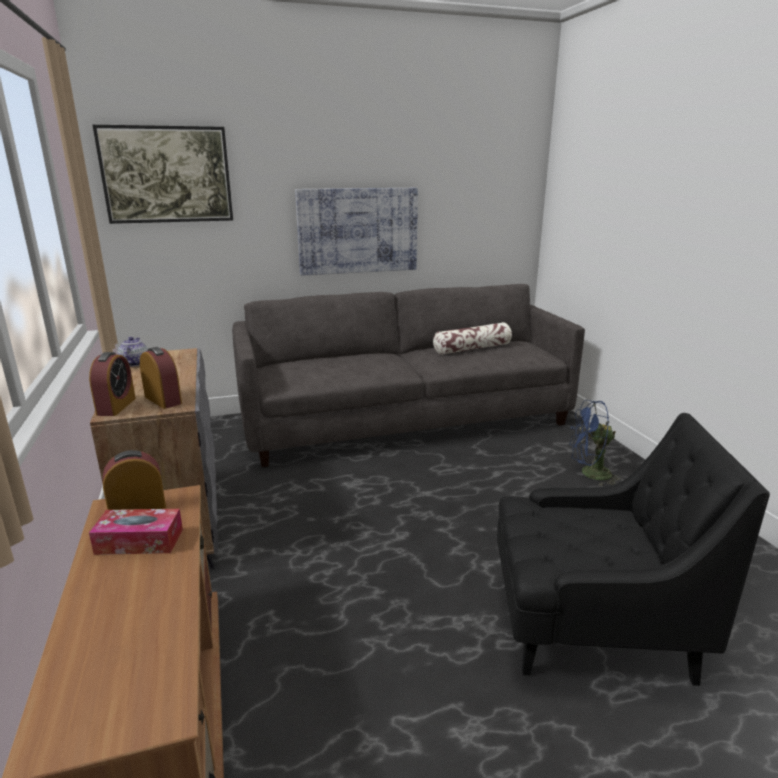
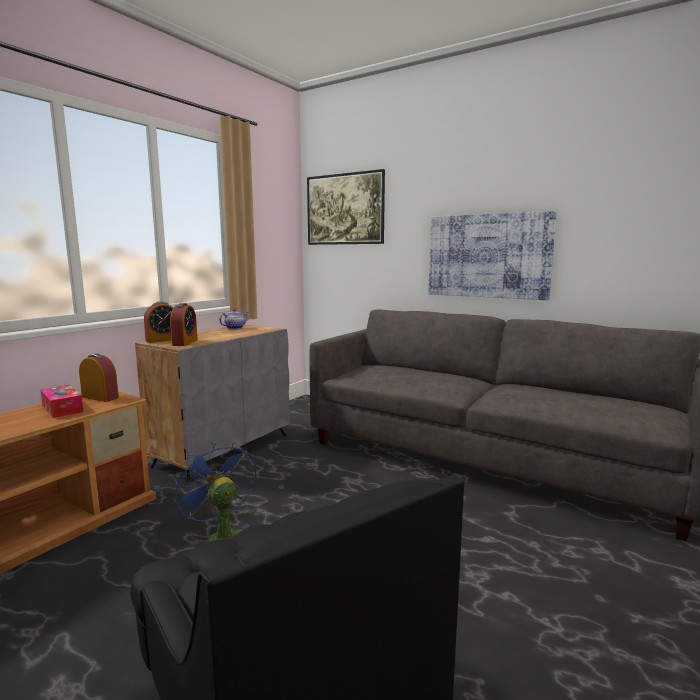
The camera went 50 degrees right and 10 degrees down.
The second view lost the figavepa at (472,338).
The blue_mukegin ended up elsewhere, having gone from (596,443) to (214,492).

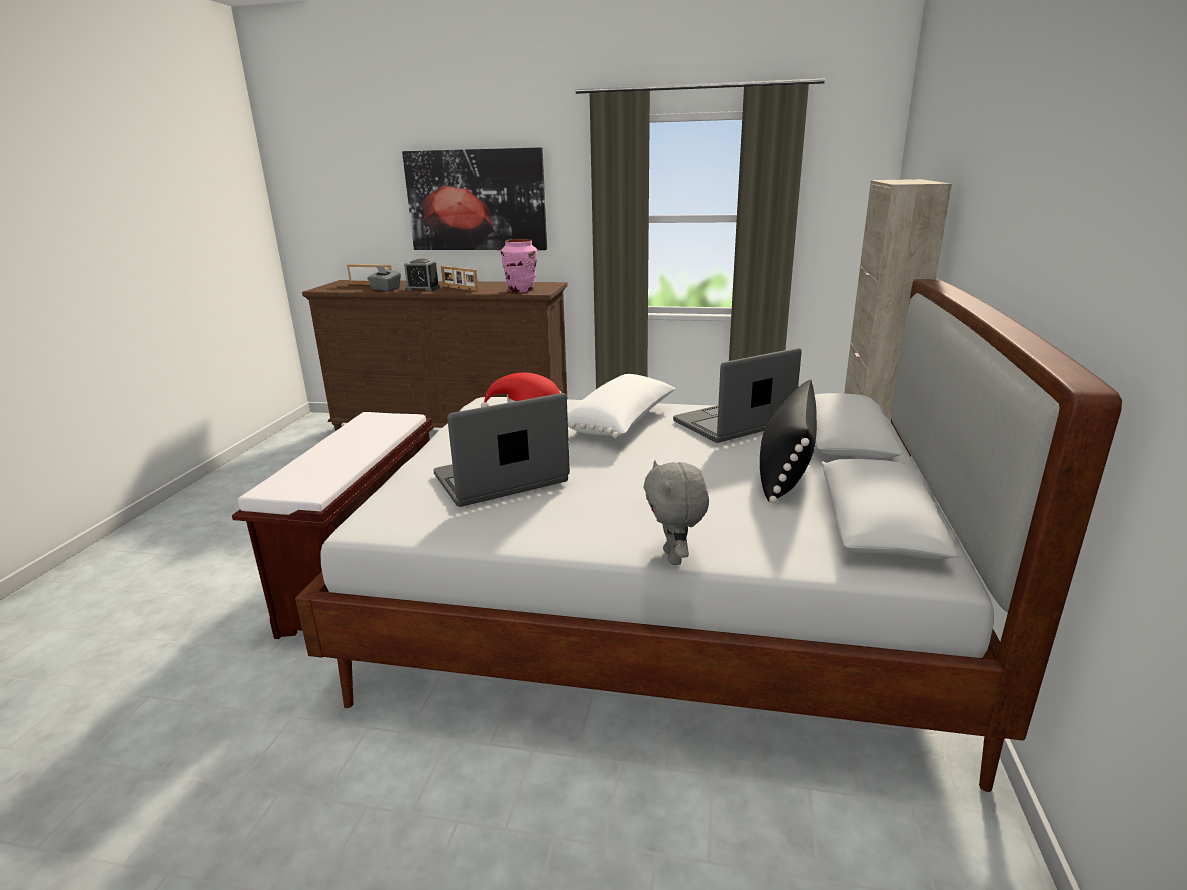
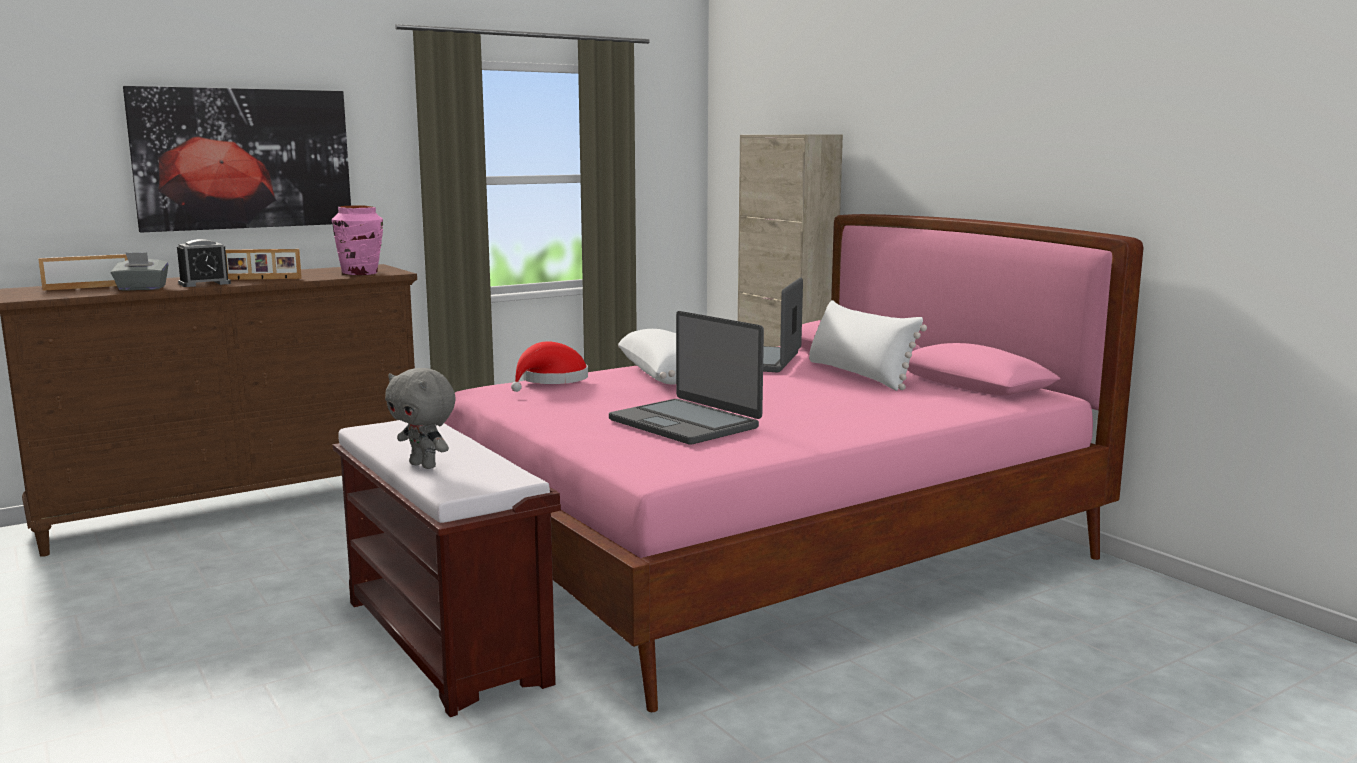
The camera went 45 degrees left and 10 degrees down.
The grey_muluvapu ended up elsewhere, having gone from (676,513) to (420,418).
What was the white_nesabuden at (708,535) turned into the pink_nesabuden at (794,463).
What was the black_figavepa at (788,441) turned into the white_figavepa at (868,345).
The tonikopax at (501,450) ended up facing another way, 60 degrees counterclockwise from before.

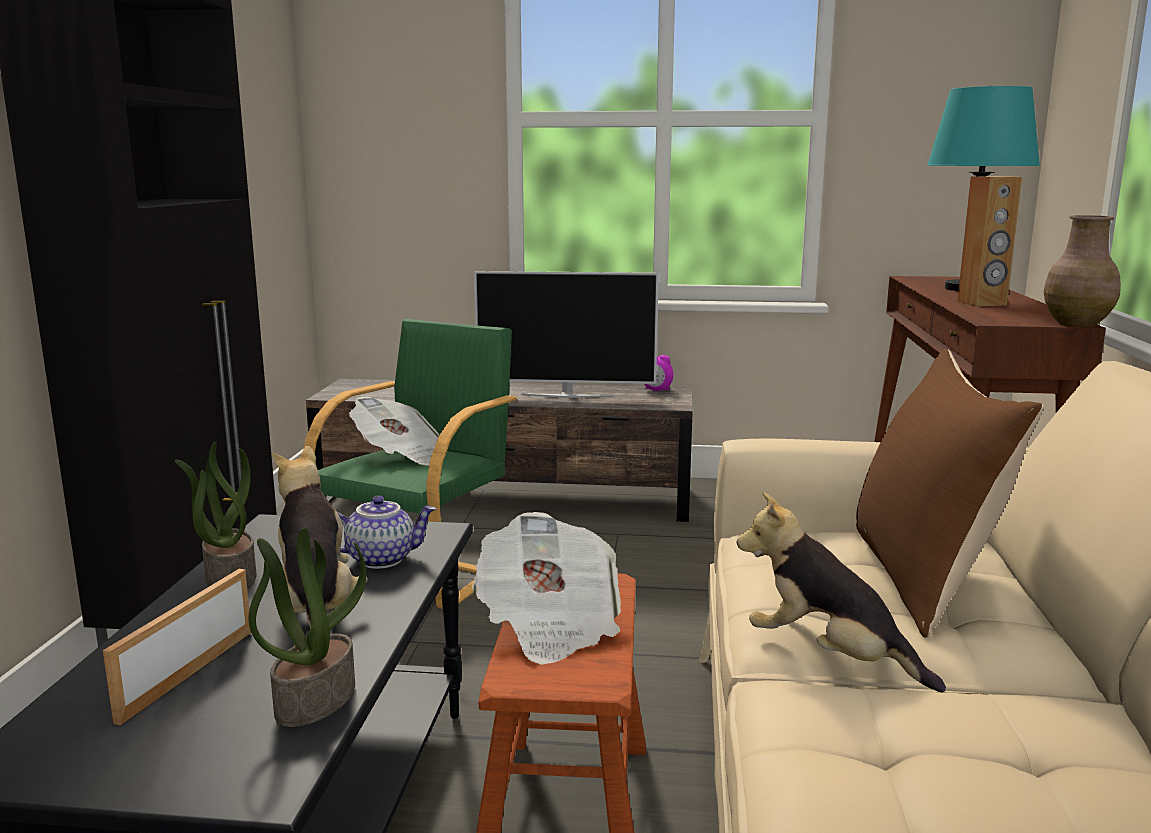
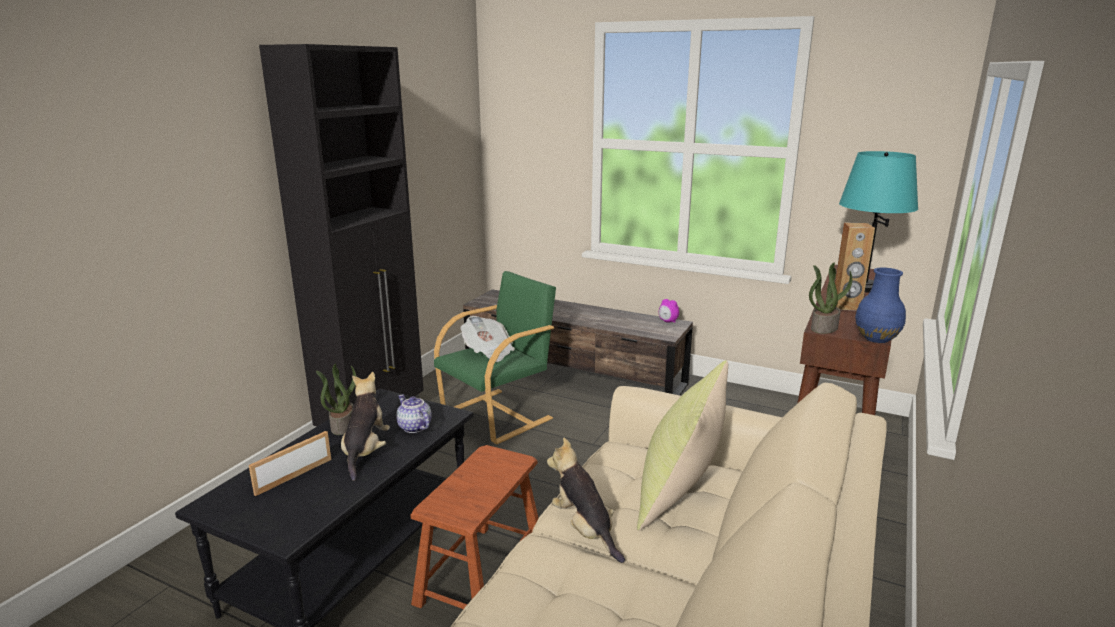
The camera went 20 degrees right and 5 degrees up.
The second view lost the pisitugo at (546,588).
The second view lost the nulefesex at (566,334).
The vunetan ended up elsewhere, having gone from (307,627) to (830,298).
What was the brown_figavepa at (950,493) turned into the yellow_figavepa at (682,445).
What was the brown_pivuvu at (1082,271) turned into the blue_pivuvu at (880,305).
The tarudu at (387,532) ended up facing another way, 135 degrees counterclockwise from before.

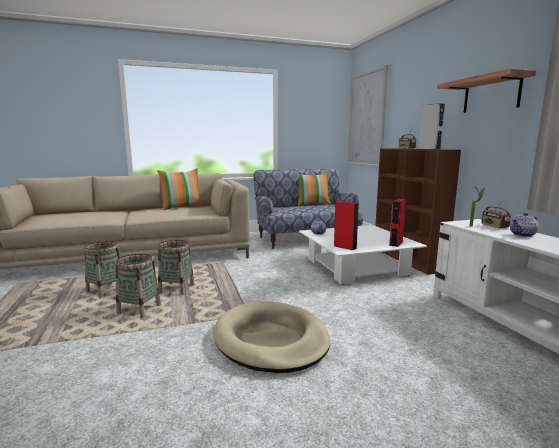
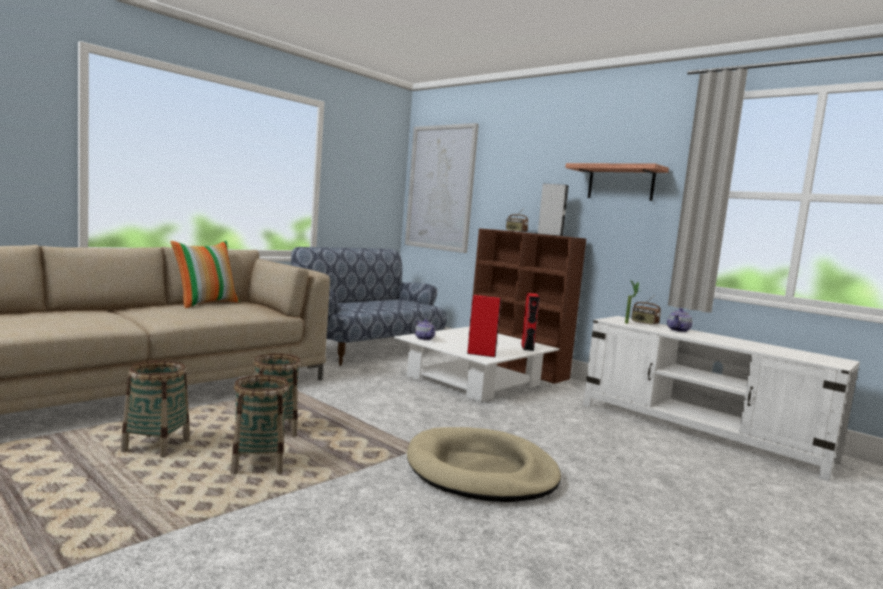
The camera went 30 degrees left and 5 degrees down.
The second view lost the figavepa at (314,189).

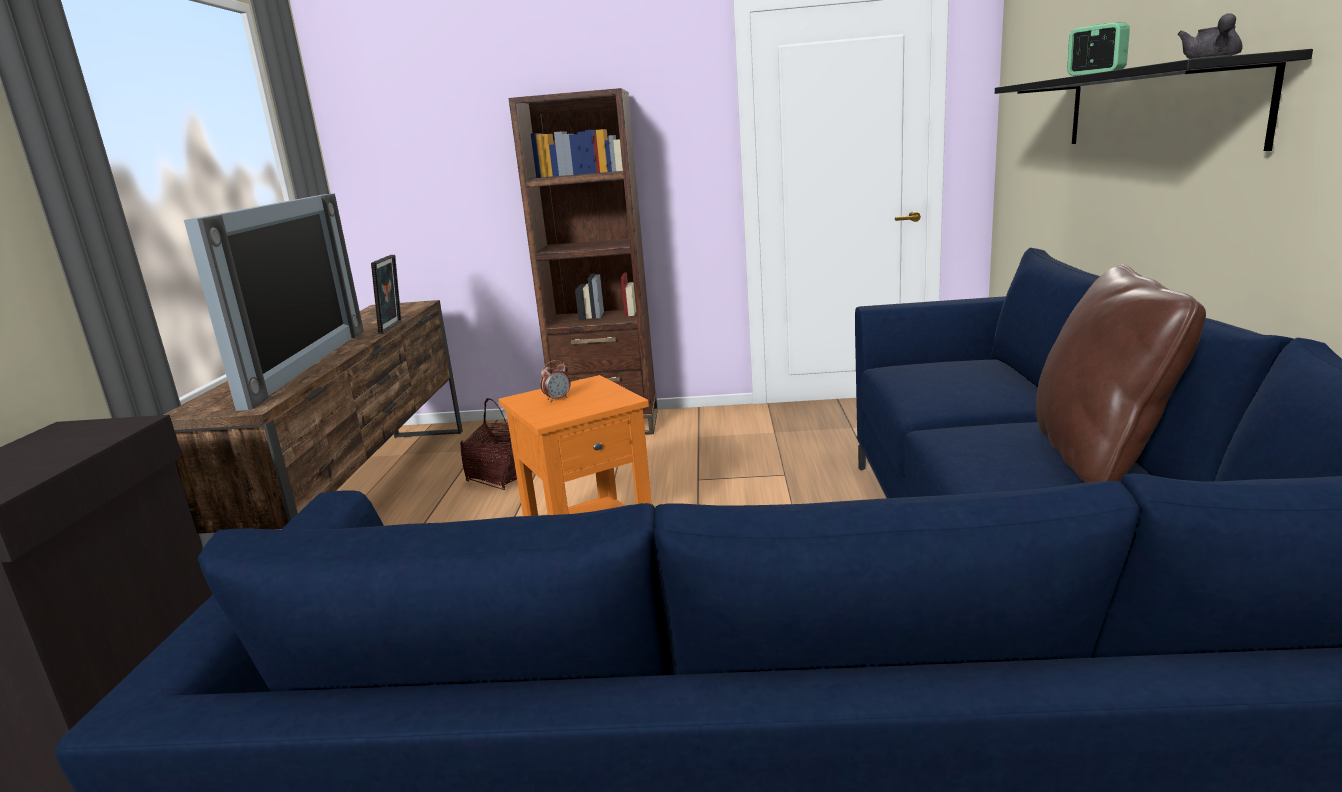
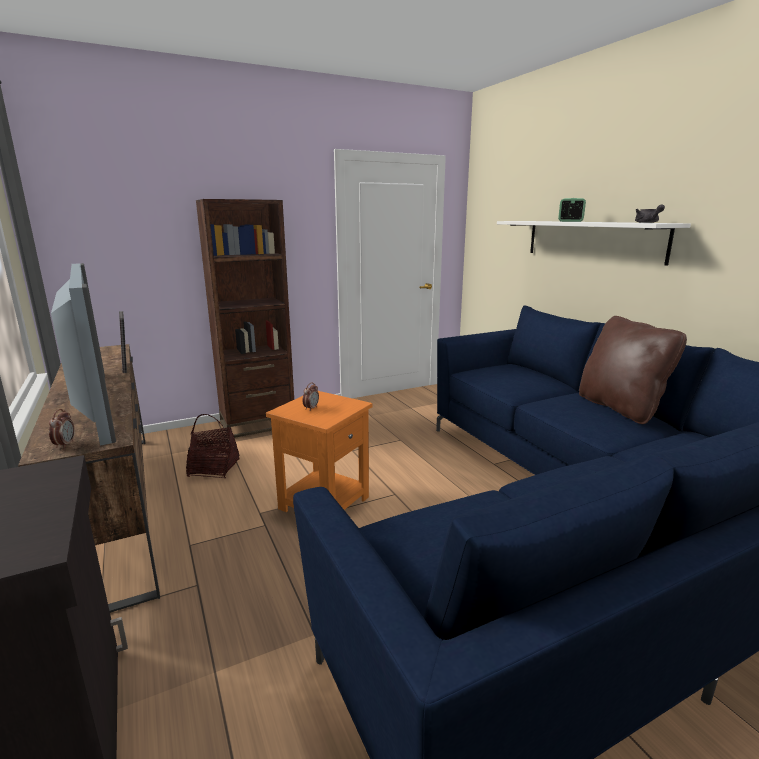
The camera went 30 degrees left and 0 degrees up.
The second view gained the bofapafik at (62,429).
What was the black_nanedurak at (1154,100) turned into the white_nanedurak at (594,243).

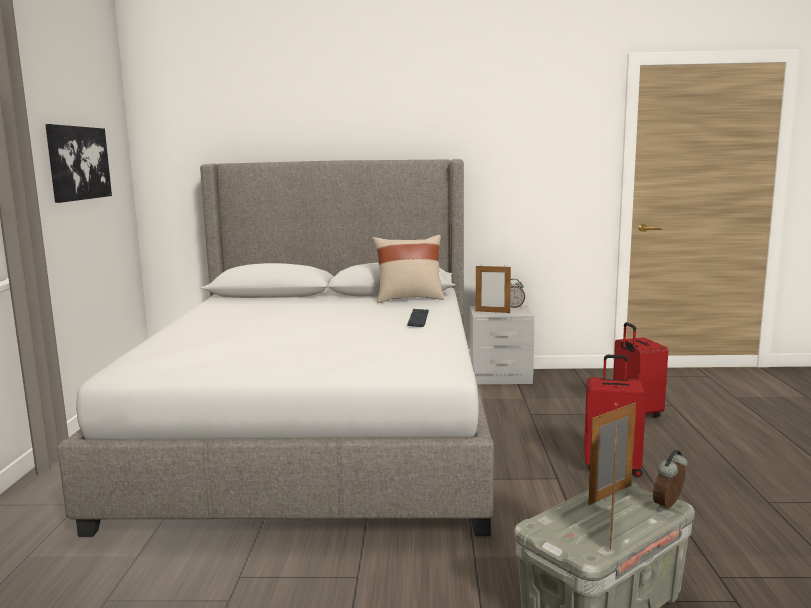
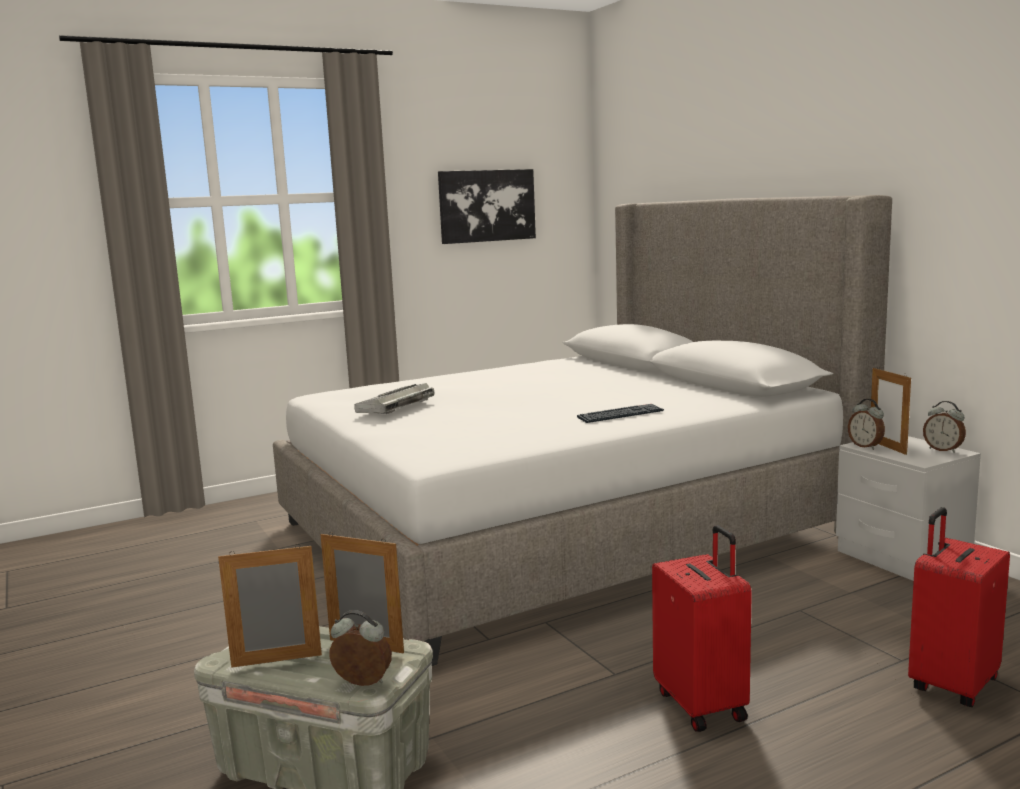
The camera went 60 degrees right and 0 degrees up.
The second view lost the beige_figavepa at (408,269).
The second view gained the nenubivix at (394,398).
The second view gained the bofapafik at (866,424).

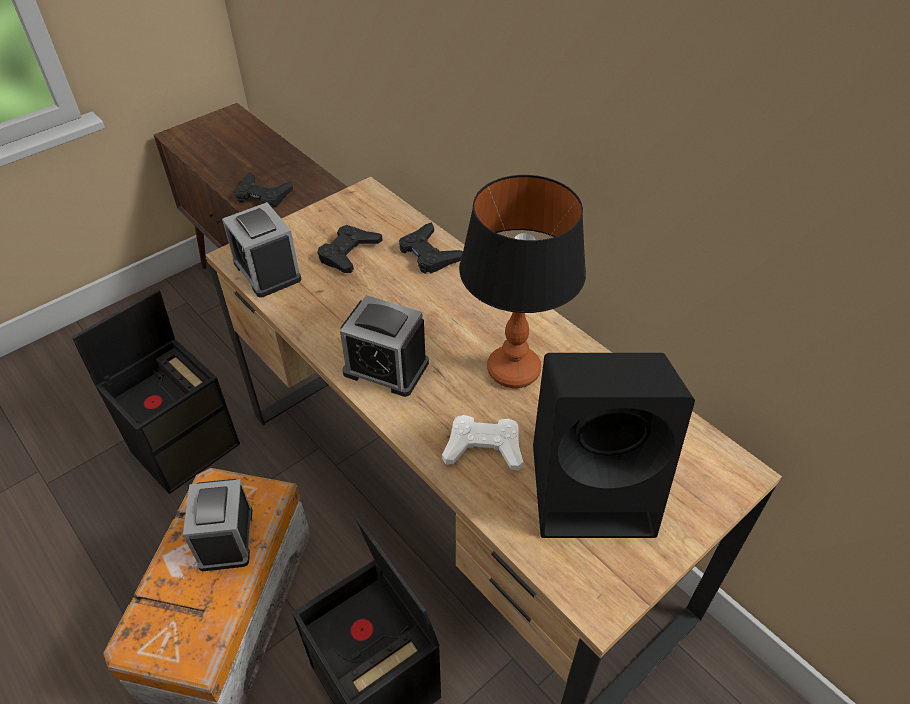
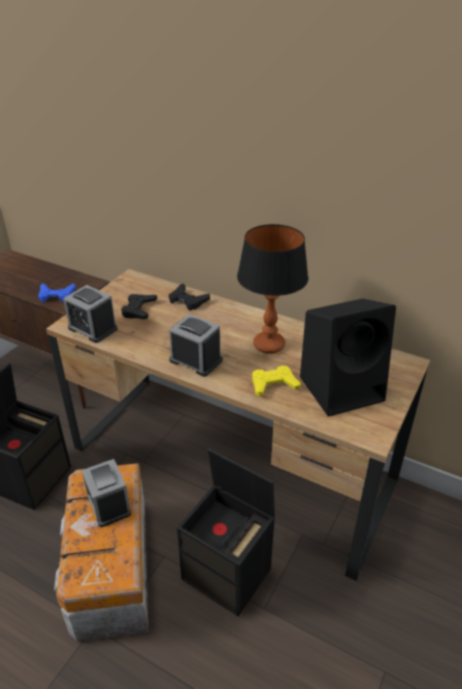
The camera went 20 degrees left and 10 degrees down.
What was the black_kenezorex at (263,189) turned into the blue_kenezorex at (57,292).
What was the white_kenezorex at (482,443) turned into the yellow_kenezorex at (276,381).
The bofapafik at (384,346) ended up facing another way, 150 degrees counterclockwise from before.

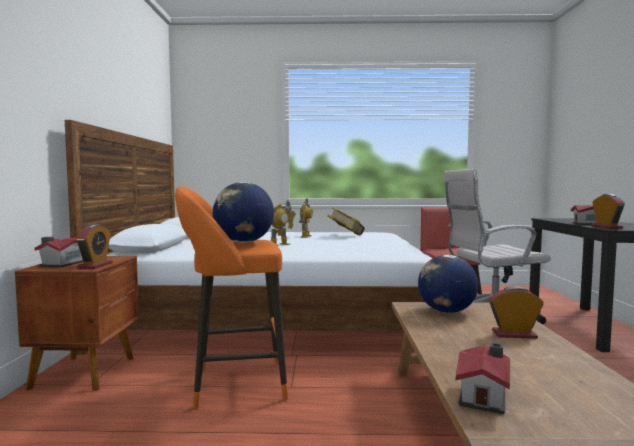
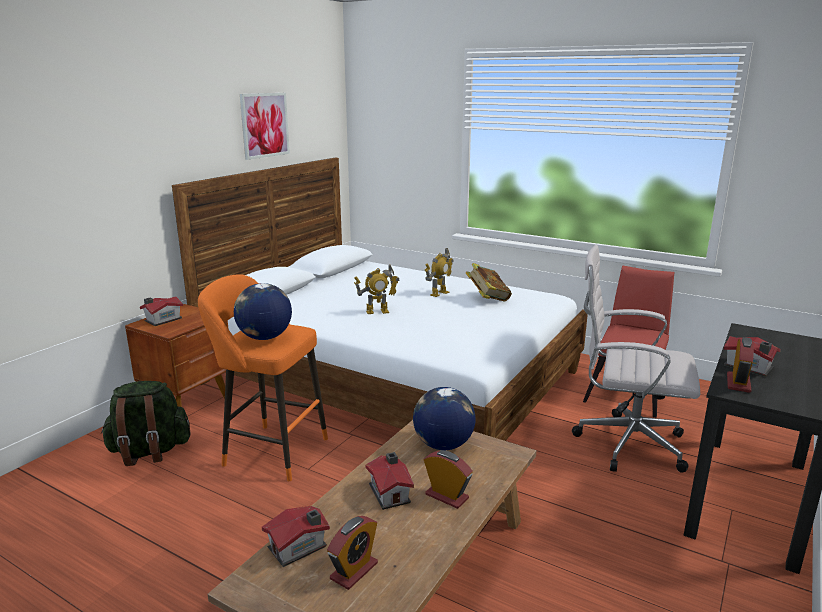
The camera went 30 degrees right and 15 degrees up.
The second view gained the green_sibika at (145,423).
The second view gained the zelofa at (265,126).
The second view gained the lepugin at (389,481).
The bofapafik ended up elsewhere, having gone from (94,246) to (352,553).

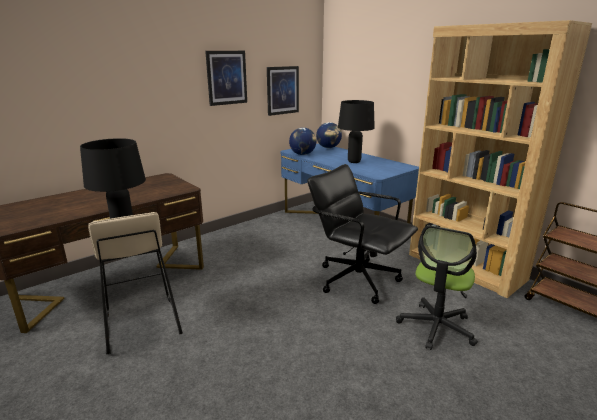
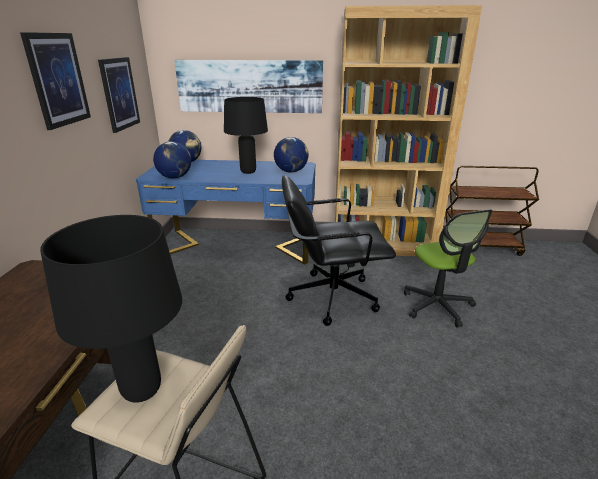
The camera went 45 degrees left and 5 degrees up.
The second view gained the zelofa at (248,86).
The second view gained the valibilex at (291,155).

